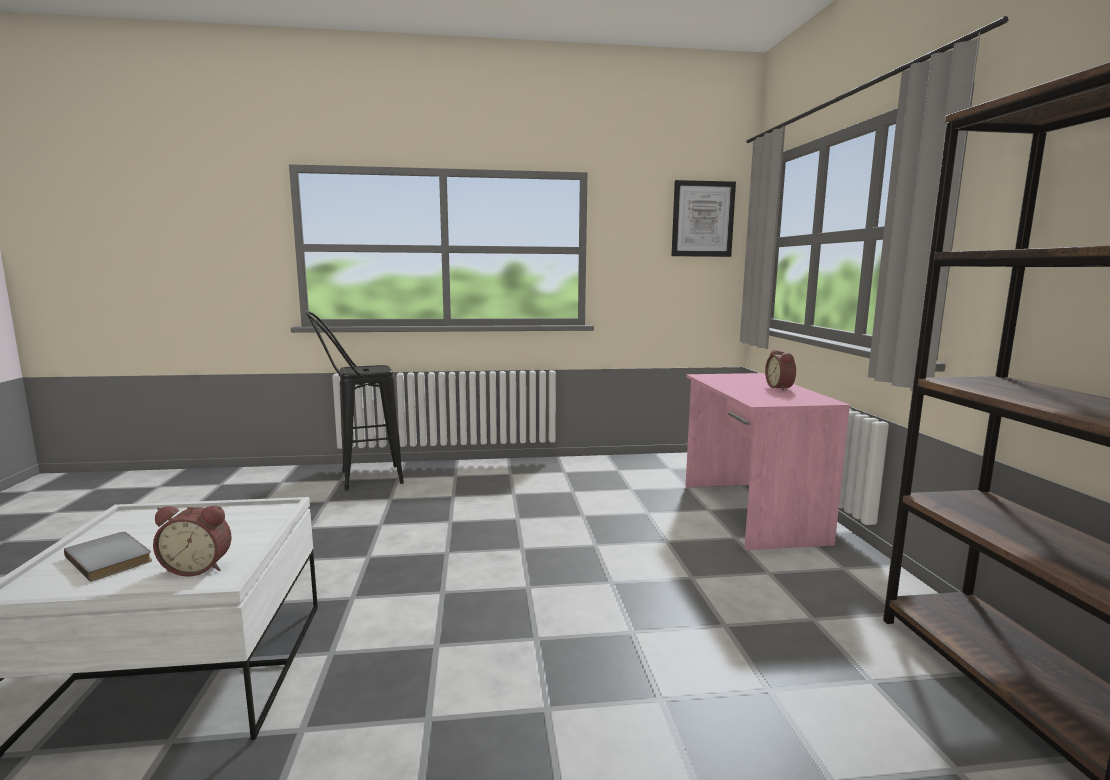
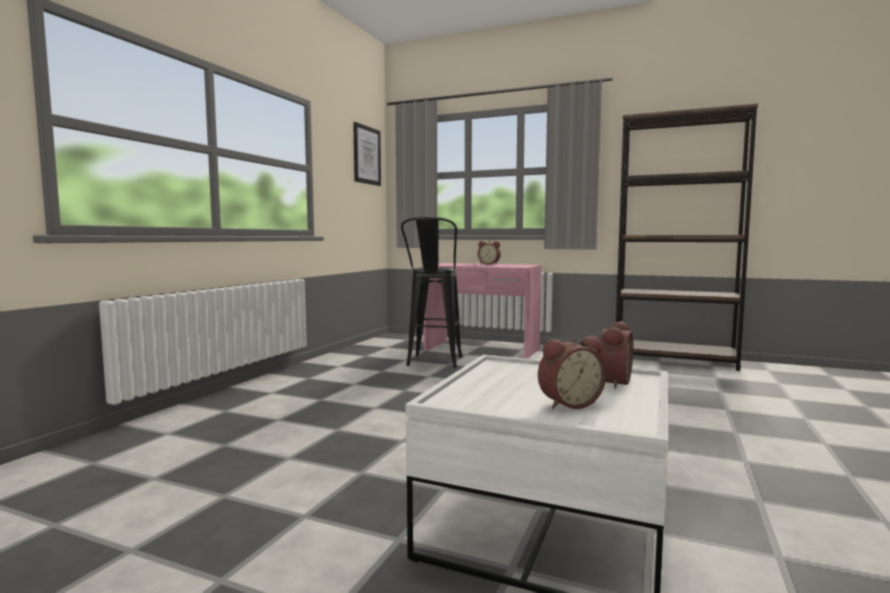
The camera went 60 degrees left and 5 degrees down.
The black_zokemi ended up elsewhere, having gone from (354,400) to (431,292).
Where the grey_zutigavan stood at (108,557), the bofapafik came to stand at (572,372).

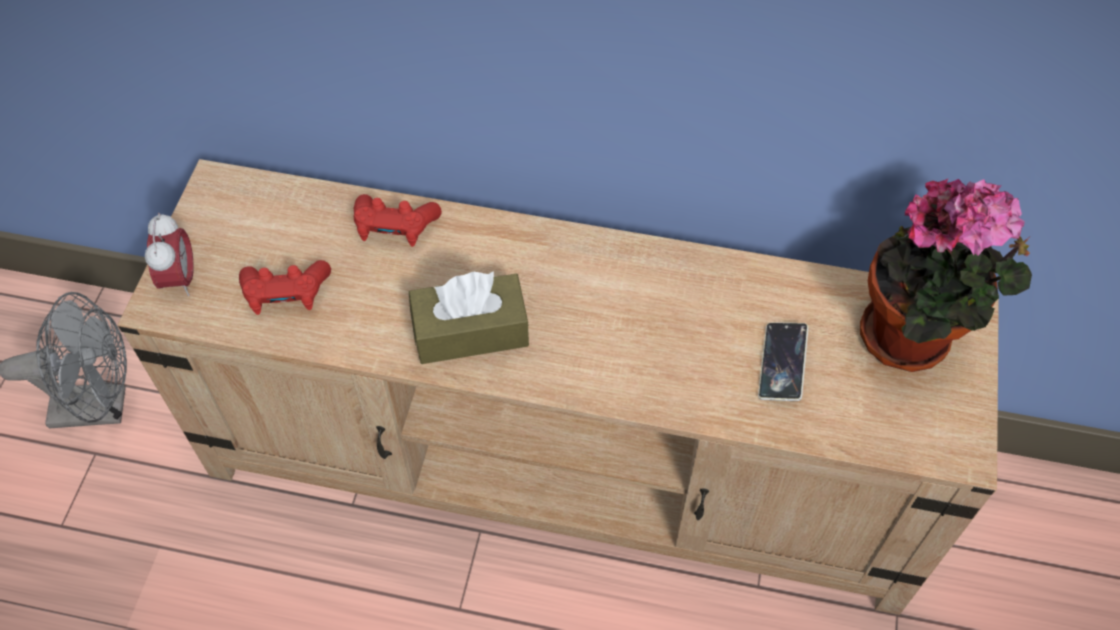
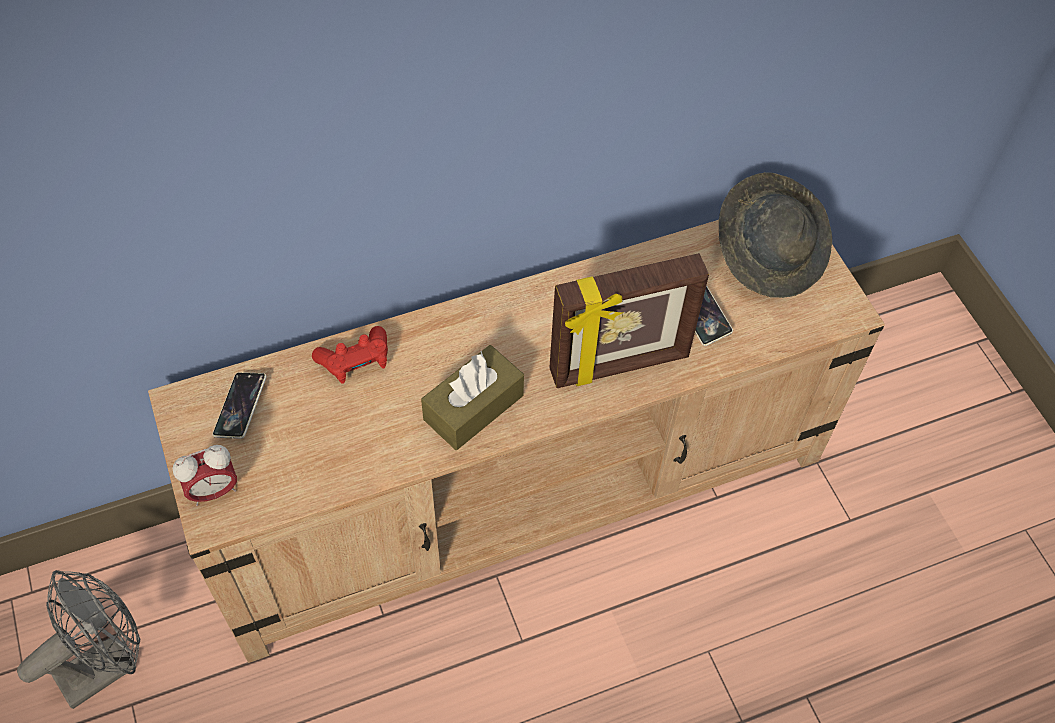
The camera went 35 degrees left and 0 degrees up.
The second view lost the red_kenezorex at (285,287).
The second view gained the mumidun at (239,405).
The second view gained the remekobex at (629,320).
Where the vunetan stood at (946,275), the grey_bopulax came to stand at (775,235).
The bofapafik at (169,254) ended up facing another way, 105 degrees clockwise from before.

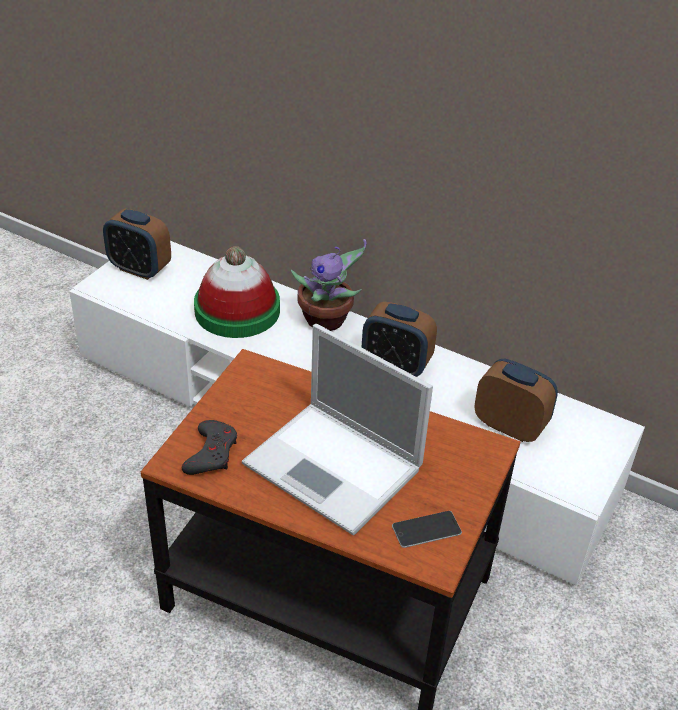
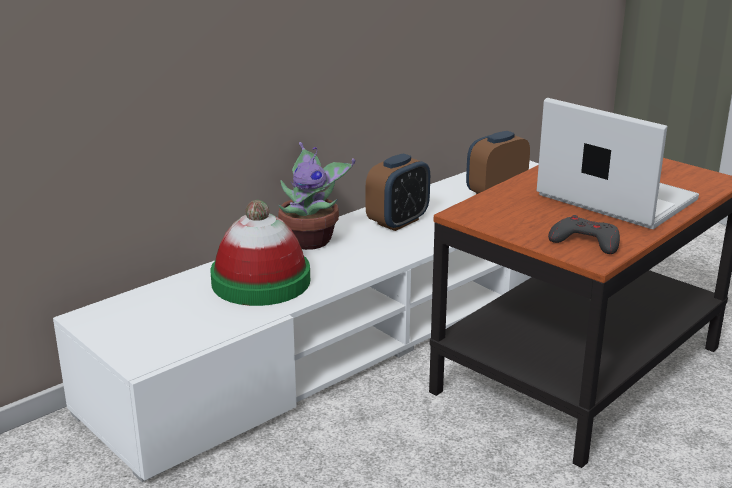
The camera went 70 degrees left and 15 degrees down.
The second view lost the bofapafik at (137,244).
The second view lost the mumidun at (427,529).
The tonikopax at (337,429) ended up facing another way, 105 degrees counterclockwise from before.

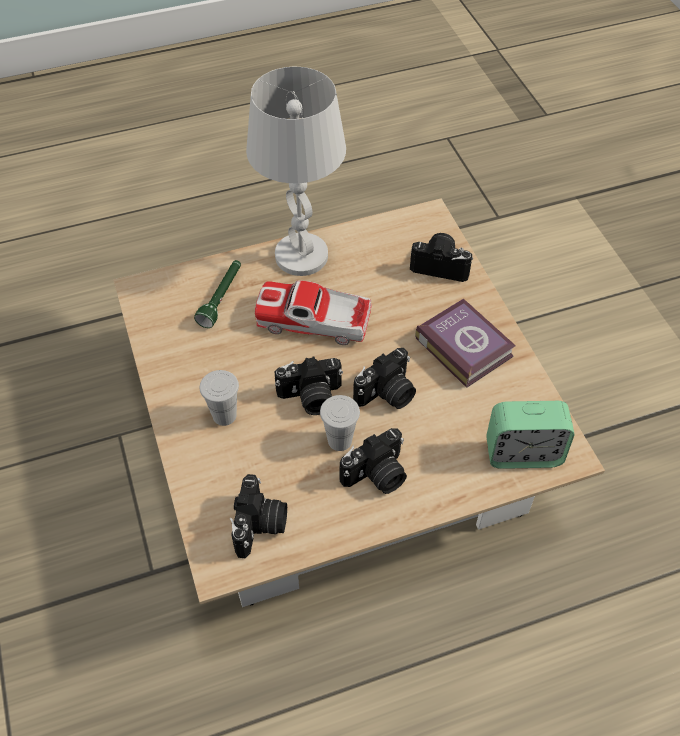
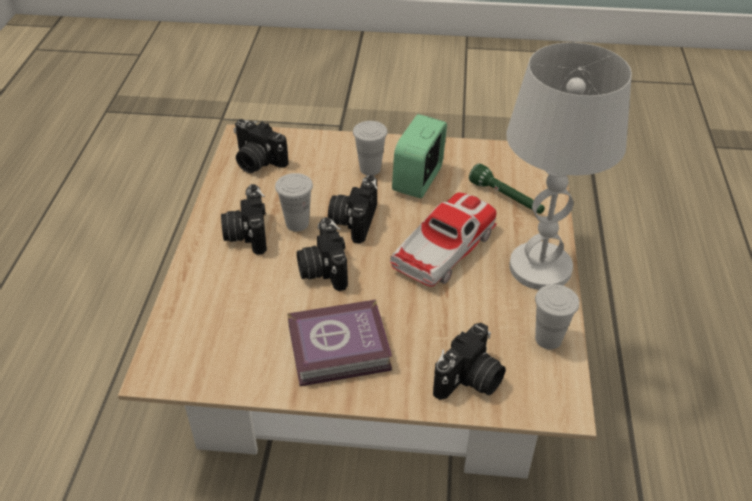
The camera went 115 degrees right and 10 degrees down.
The second view gained the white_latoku at (557,317).
The bofapafik ended up elsewhere, having gone from (530,435) to (419,156).

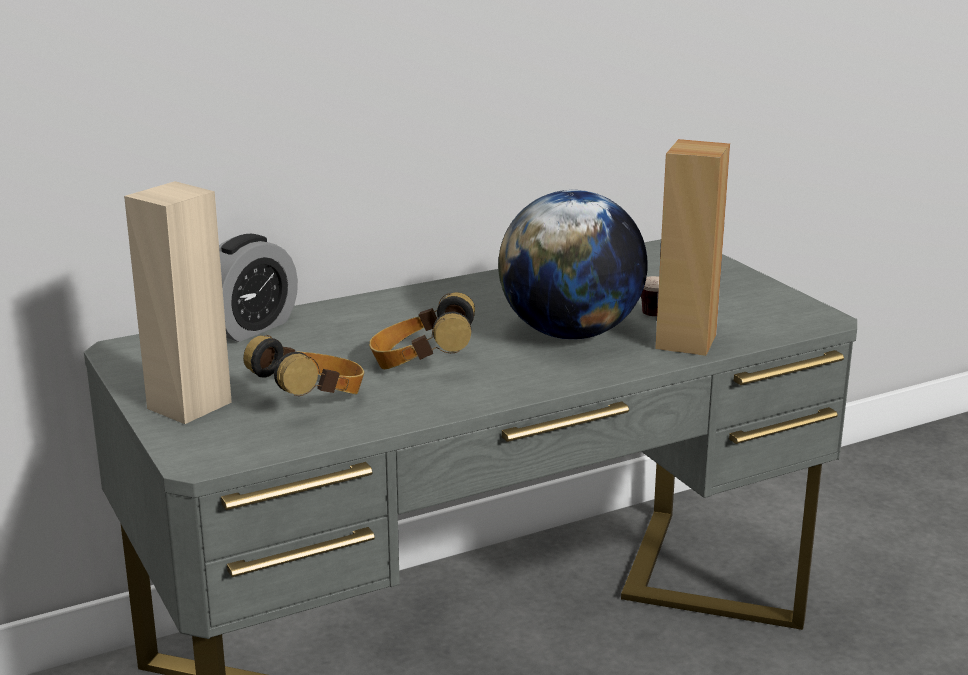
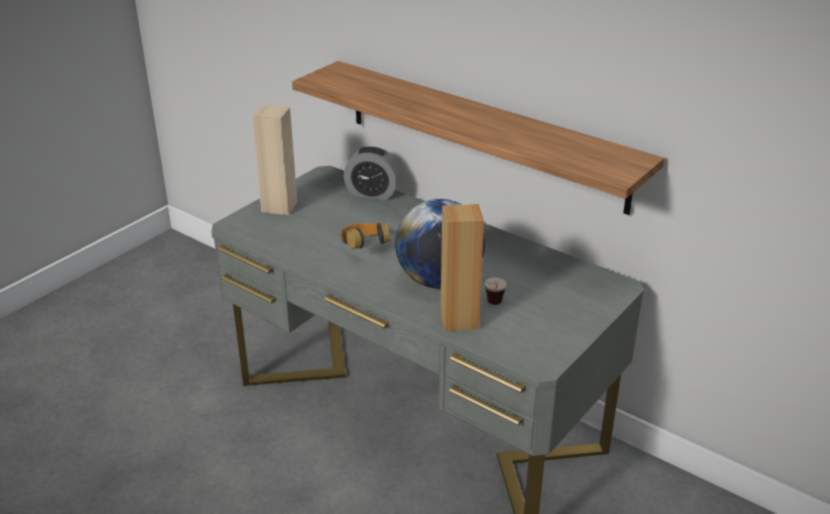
The camera went 65 degrees right and 10 degrees up.
The second view lost the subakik at (303,365).
The second view gained the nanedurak at (478,138).

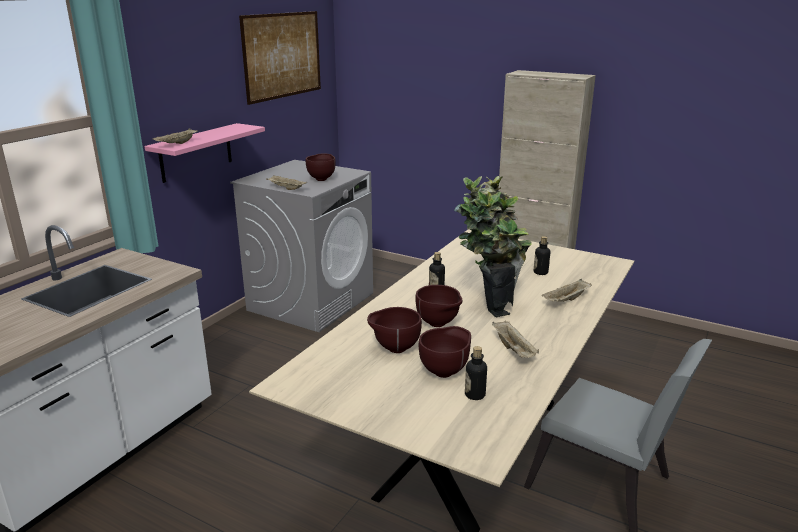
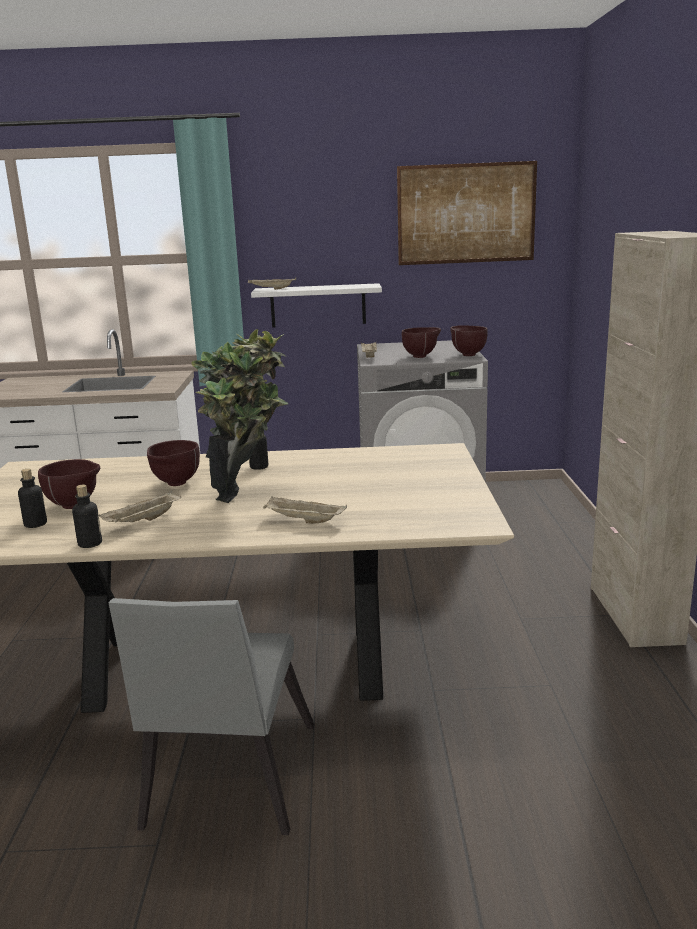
The camera went 60 degrees right and 5 degrees down.
The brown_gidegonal ended up elsewhere, having gone from (394,330) to (469,340).
The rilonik ended up elsewhere, having gone from (542,255) to (87,516).
What was the pink_nanedurak at (204,153) turned into the white_nanedurak at (316,305).

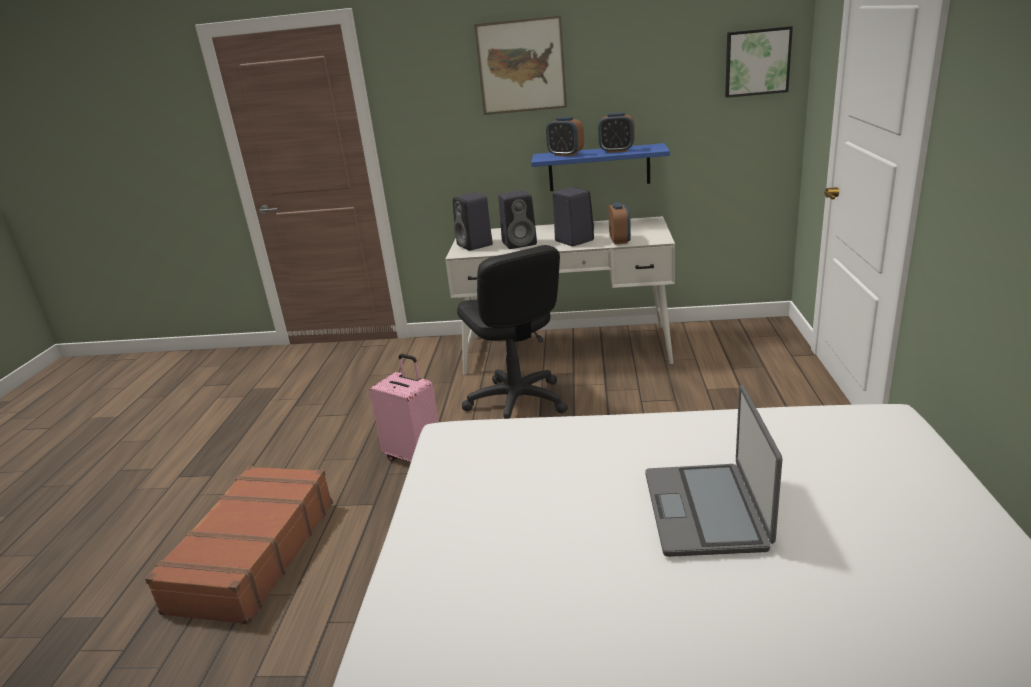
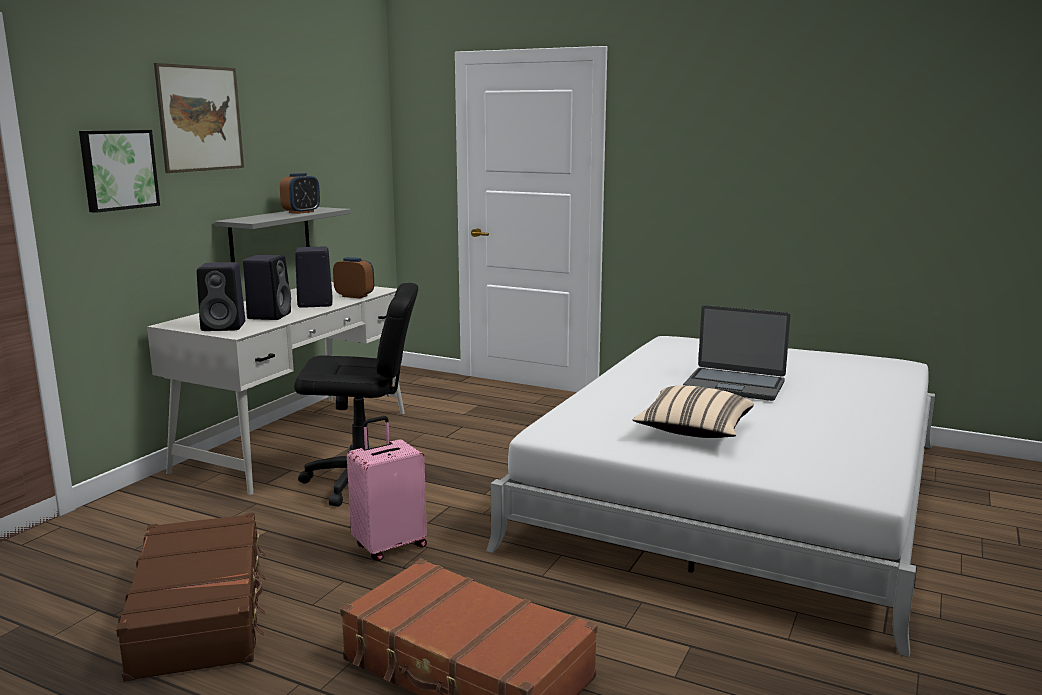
The camera went 70 degrees left and 10 degrees down.
The second view lost the bofapafik at (565,136).
The second view gained the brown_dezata at (191,597).
The second view gained the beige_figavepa at (693,411).
The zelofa ended up elsewhere, having gone from (759,62) to (119,171).
What was the blue_nanedurak at (600,167) turned into the grey_nanedurak at (283,234).

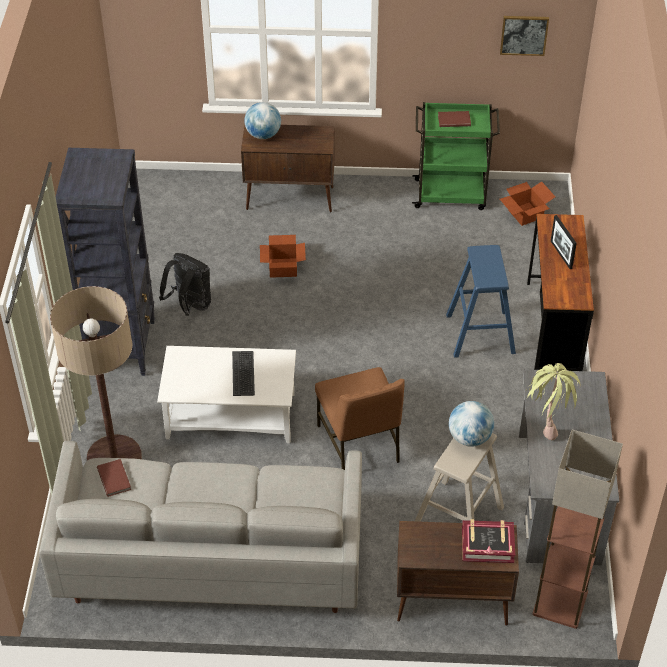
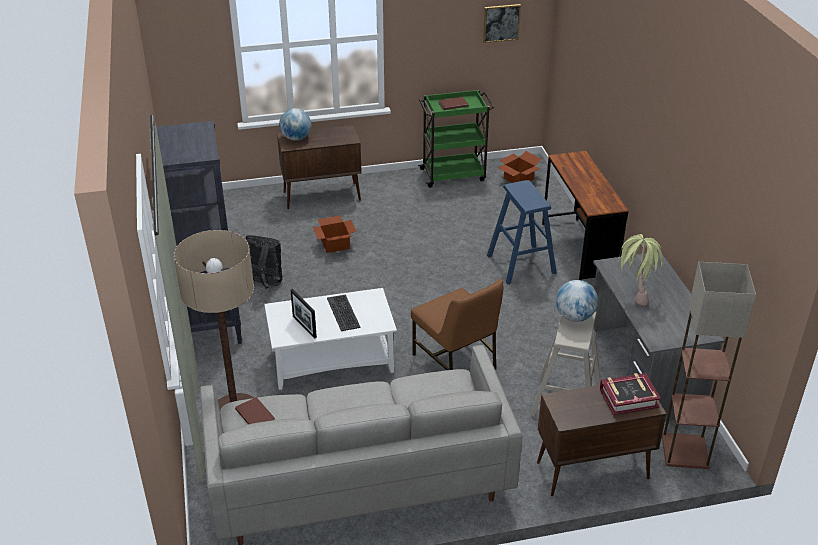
The camera went 15 degrees left and 10 degrees down.
The remekobex ended up elsewhere, having gone from (564,242) to (304,314).

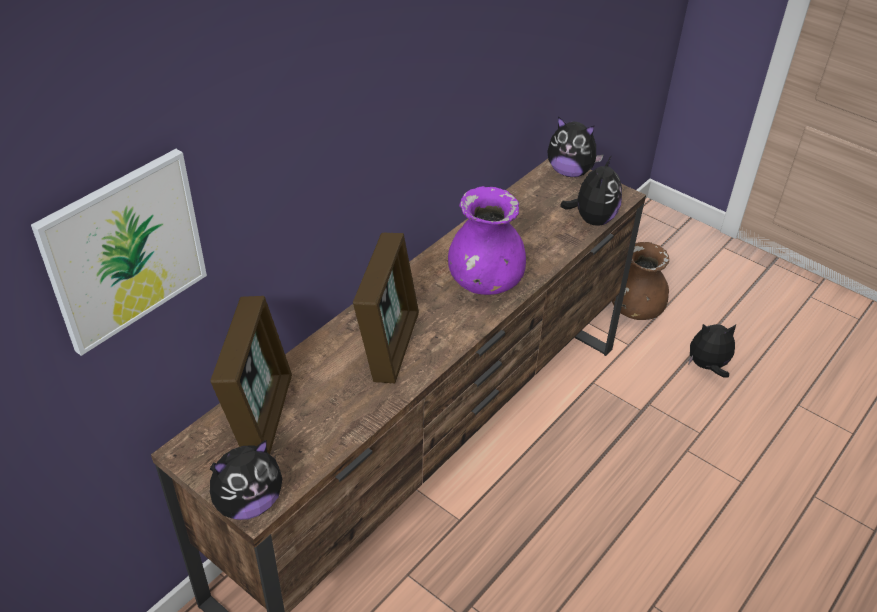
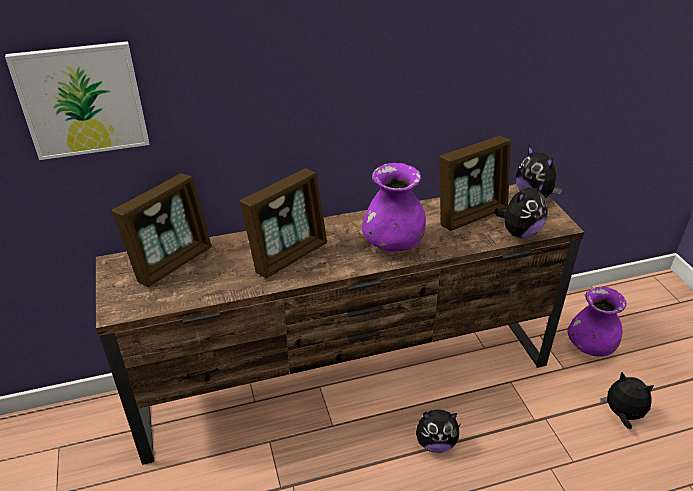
The camera went 35 degrees right and 5 degrees down.
The second view gained the remekobex at (475,183).
The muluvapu ended up elsewhere, having gone from (246,480) to (438,431).
What was the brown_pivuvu at (640,281) turned into the purple_pivuvu at (597,322).

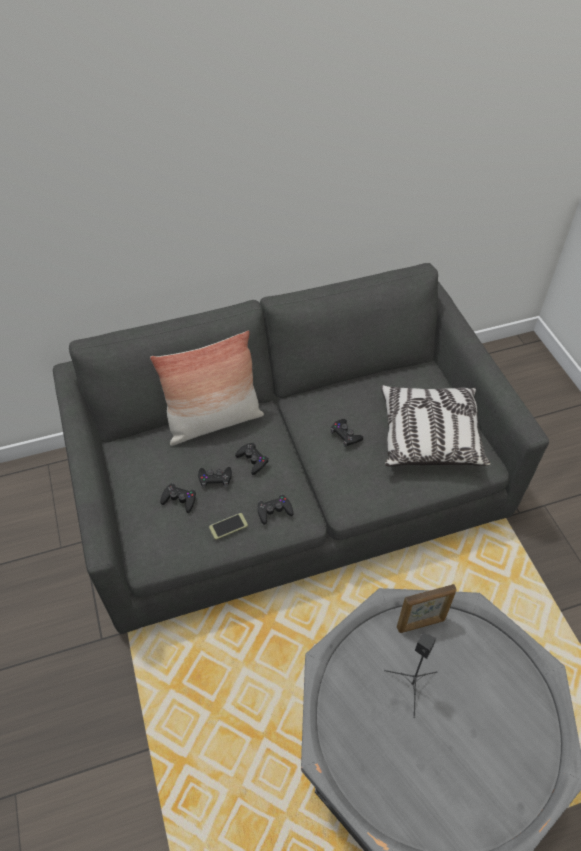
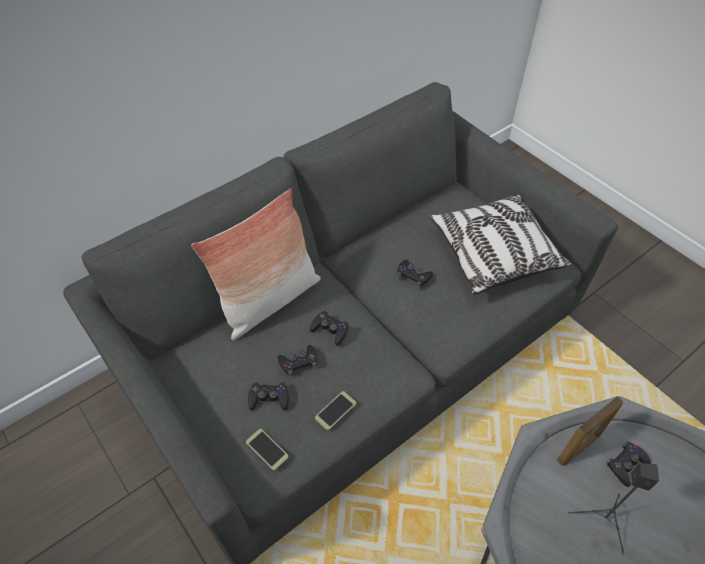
The camera went 20 degrees left and 0 degrees up.
The second view gained the mumidun at (267,450).
The black_kenezorex ended up elsewhere, having gone from (275,509) to (628,464).

